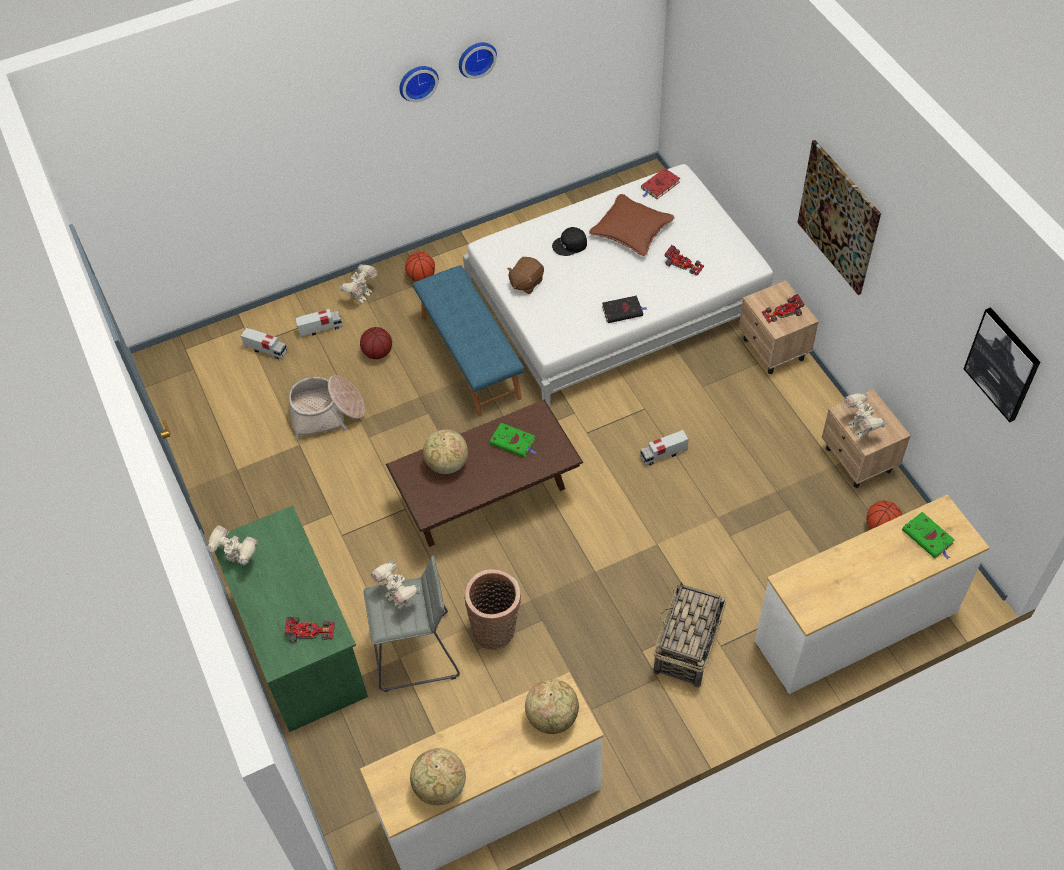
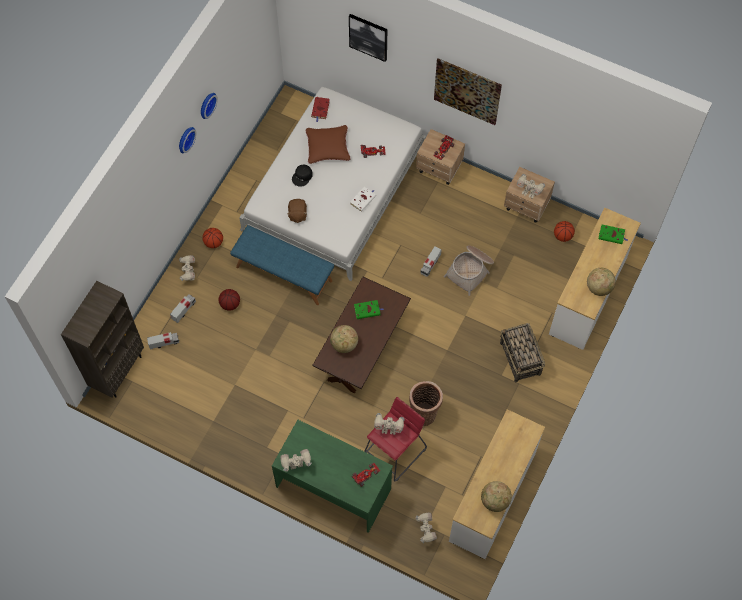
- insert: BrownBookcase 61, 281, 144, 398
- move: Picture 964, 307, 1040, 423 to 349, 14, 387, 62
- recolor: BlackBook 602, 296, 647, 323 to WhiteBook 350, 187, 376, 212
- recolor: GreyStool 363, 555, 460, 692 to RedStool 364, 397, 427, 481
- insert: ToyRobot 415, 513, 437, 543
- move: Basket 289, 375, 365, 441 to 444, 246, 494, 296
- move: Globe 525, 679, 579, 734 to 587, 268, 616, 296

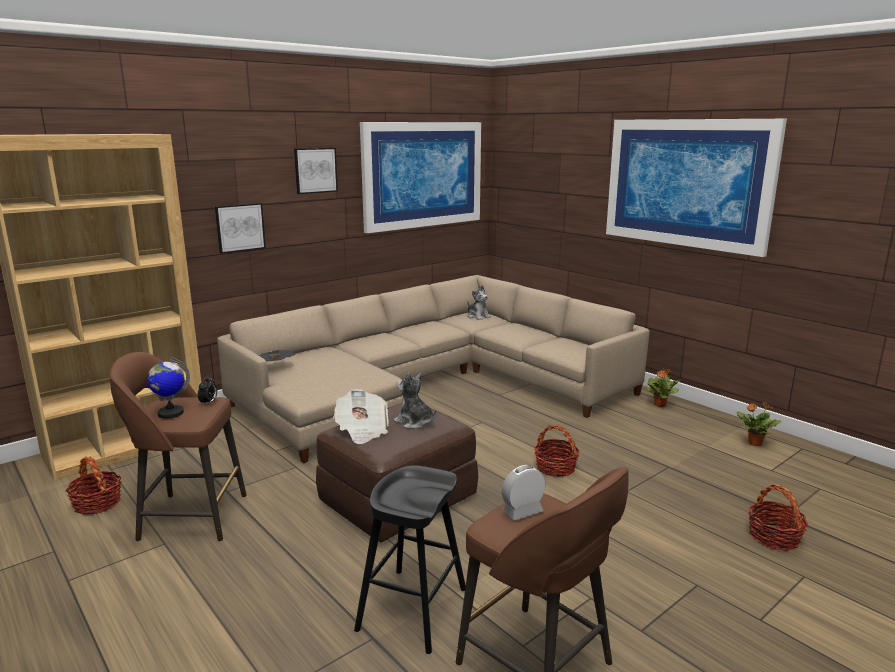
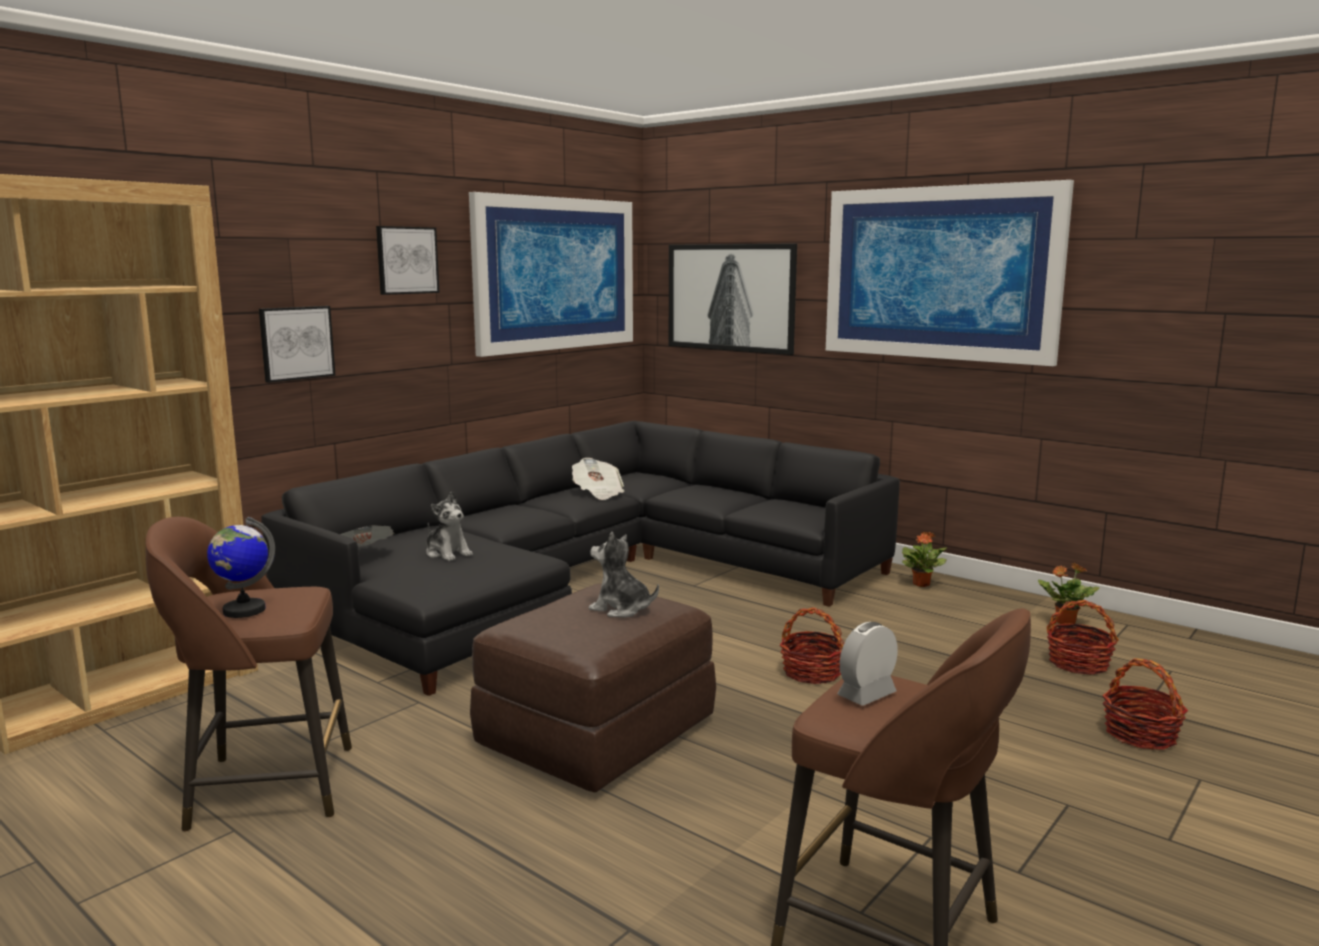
- recolor: BeigeSofa 217, 275, 650, 463 to BlackSofa 261, 421, 900, 696
- move: PlushToy 467, 285, 491, 320 to 426, 491, 473, 561
- move: Newspaper 333, 389, 389, 444 to 572, 458, 624, 500
- insert: Picture 669, 243, 797, 355
- move: Basket 65, 457, 122, 515 to 1046, 600, 1119, 675
- delete: AlarmClock 198, 376, 217, 405
- delete: BlackStool 354, 465, 466, 654

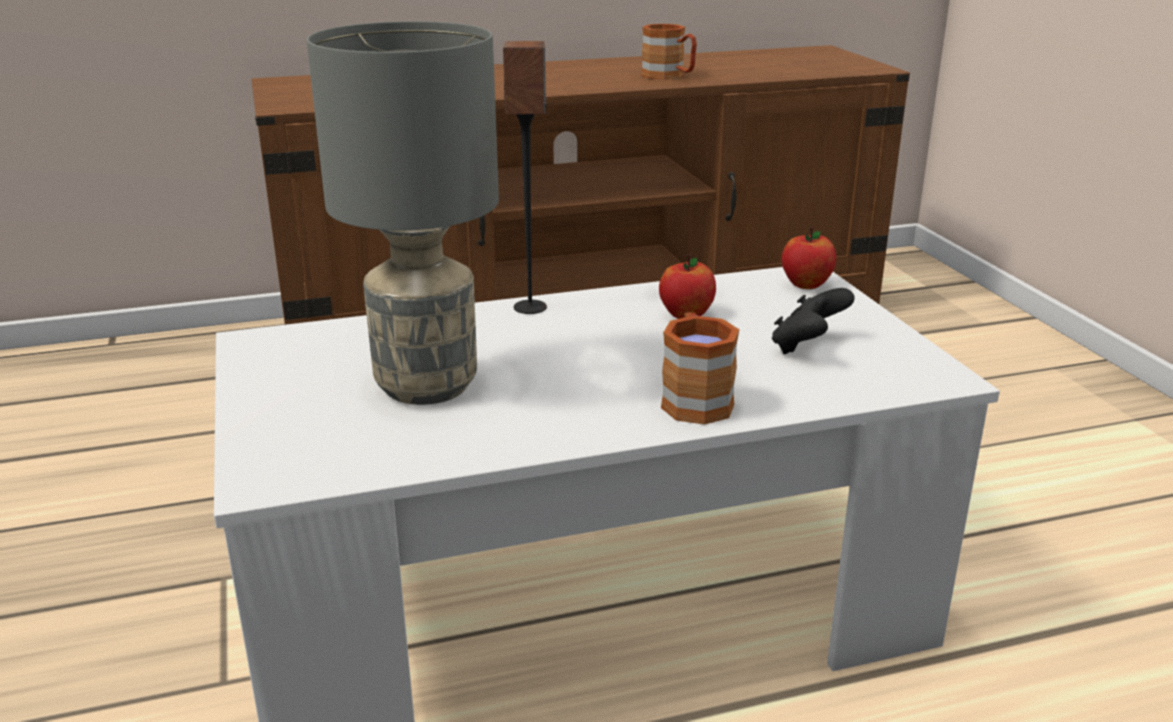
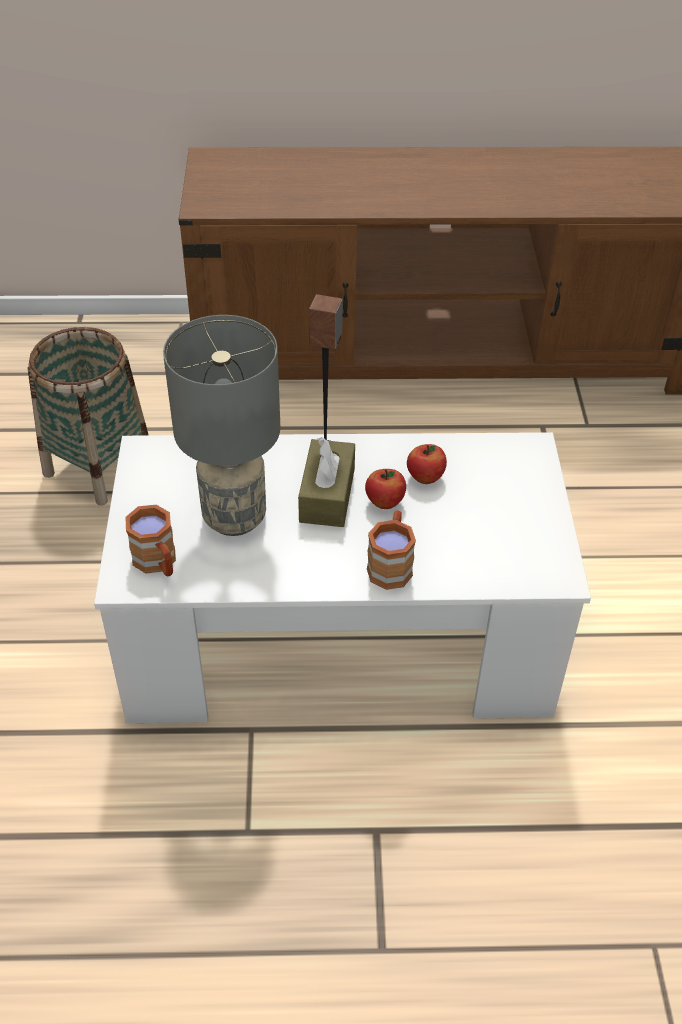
- insert: Basket 28, 327, 149, 506
- move: BrownMug 641, 24, 697, 80 to 126, 505, 176, 577
- insert: BrownTissueBox 298, 437, 355, 527
- move: Apple 782, 227, 836, 289 to 365, 469, 406, 509
- delete: BlackGameController 772, 288, 855, 354

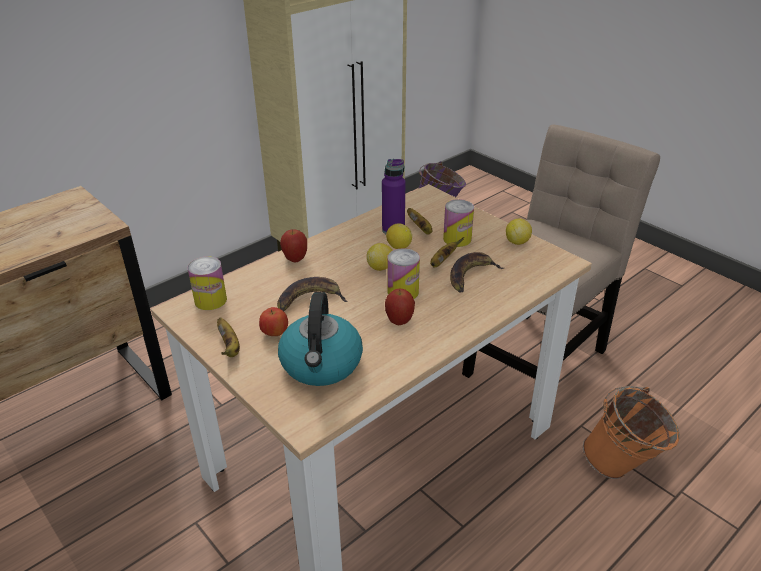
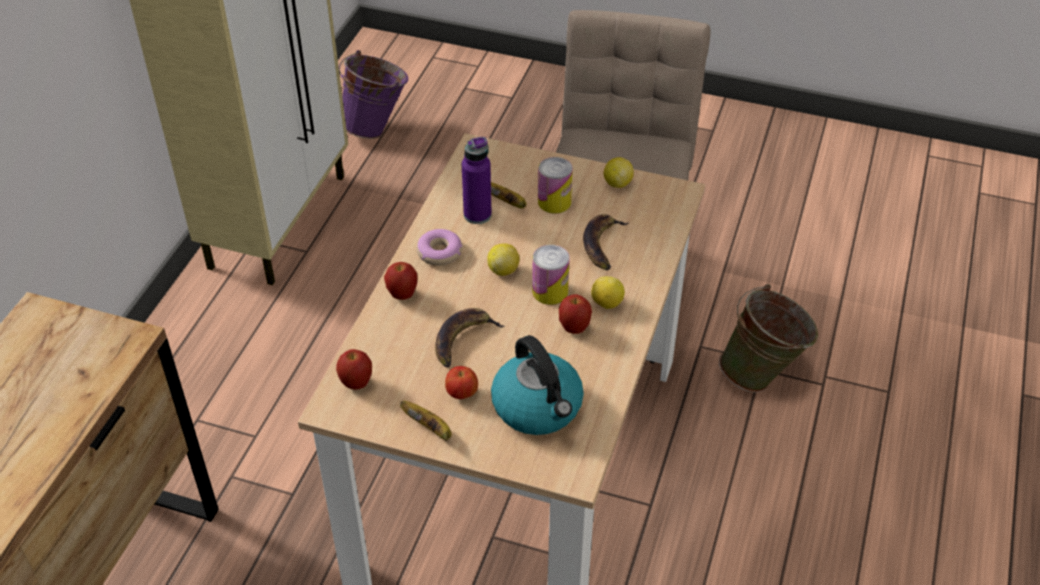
- replace: Can 187, 256, 227, 310 to Apple 336, 349, 372, 390
- insert: Donut 417, 229, 463, 266
- move: Lemon 386, 223, 412, 249 to 591, 276, 625, 309
- recolor: OrangeBucket 583, 386, 679, 479 to GreenBucket 719, 284, 818, 392
- delete: Banana 430, 237, 464, 267

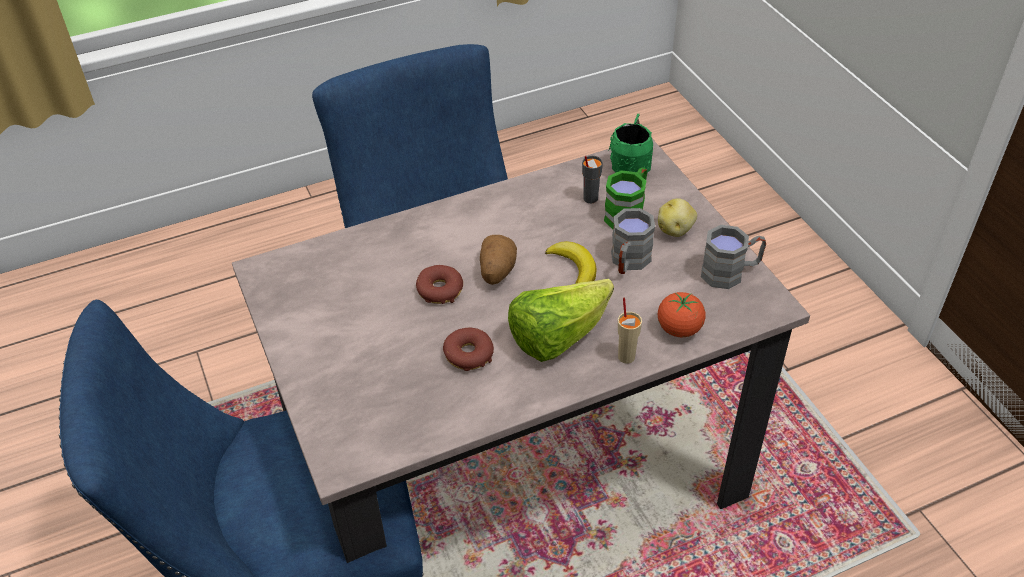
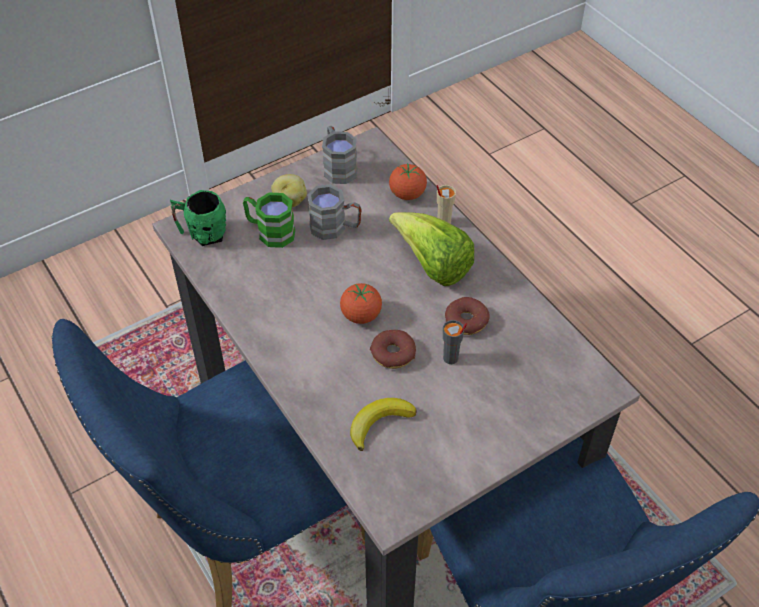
- replace: Potato 480, 235, 517, 285 to Tomato 340, 283, 382, 324
- move: Banana 545, 241, 597, 284 to 350, 398, 416, 451
- move: GreyCup 582, 156, 603, 203 to 443, 320, 467, 364

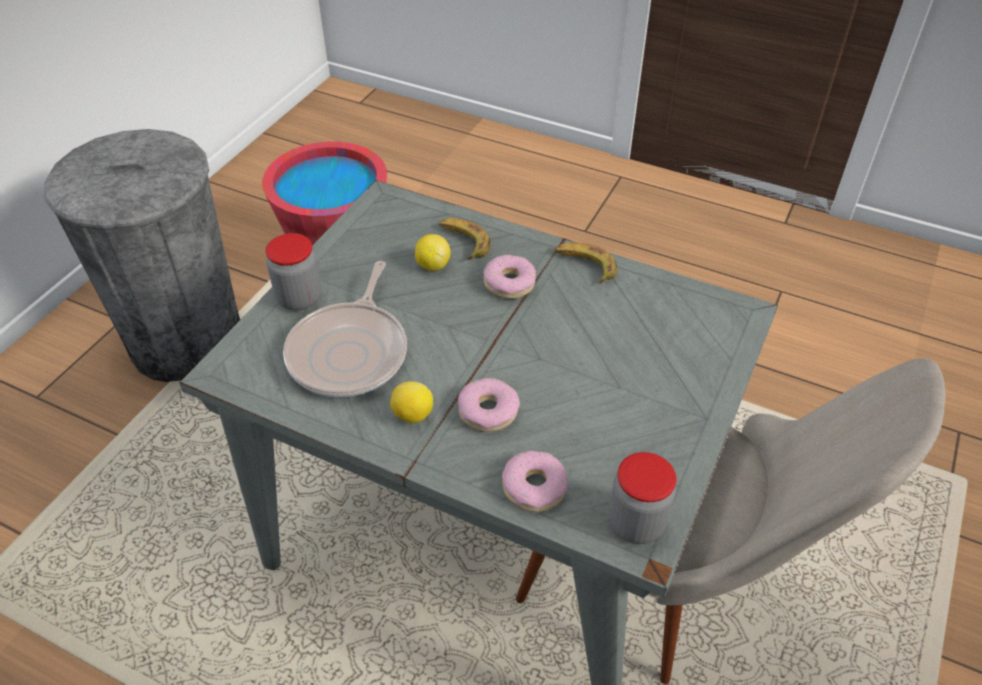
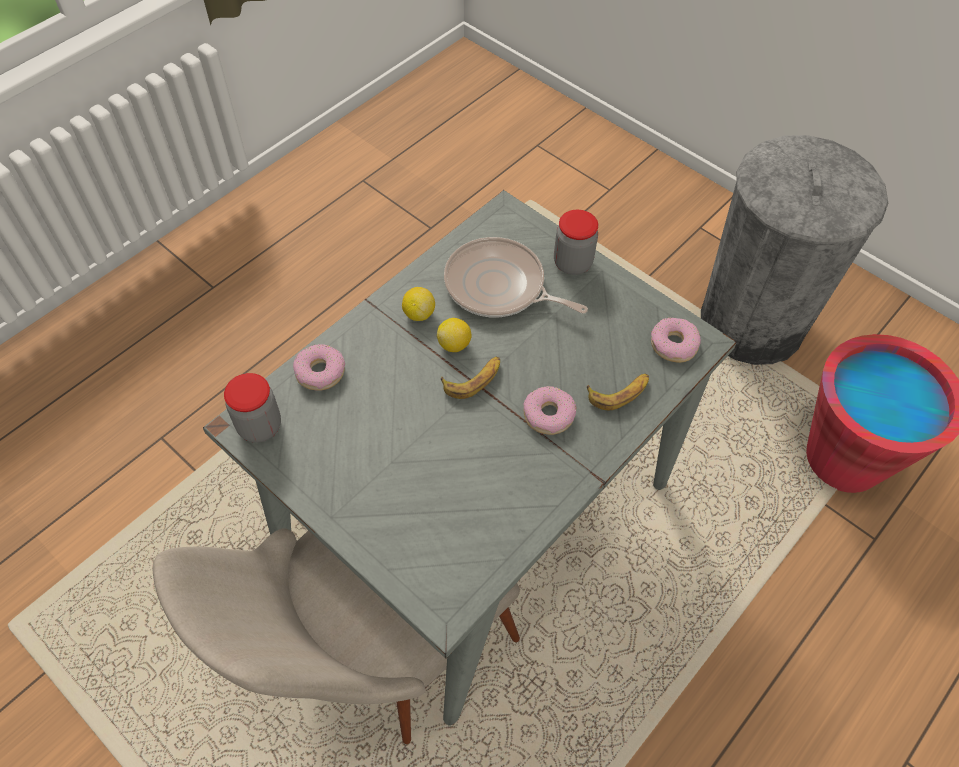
- move: Lemon 415, 234, 451, 271 to 437, 318, 471, 352
- move: Banana 555, 243, 617, 283 to 441, 357, 500, 399
- move: Donut 458, 378, 520, 432 to 651, 317, 701, 363

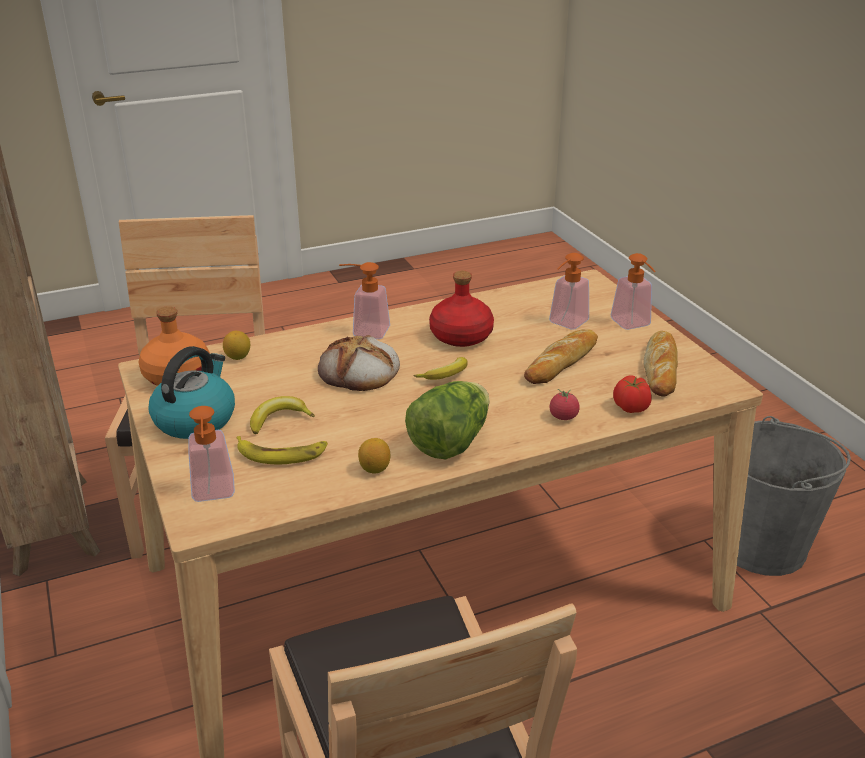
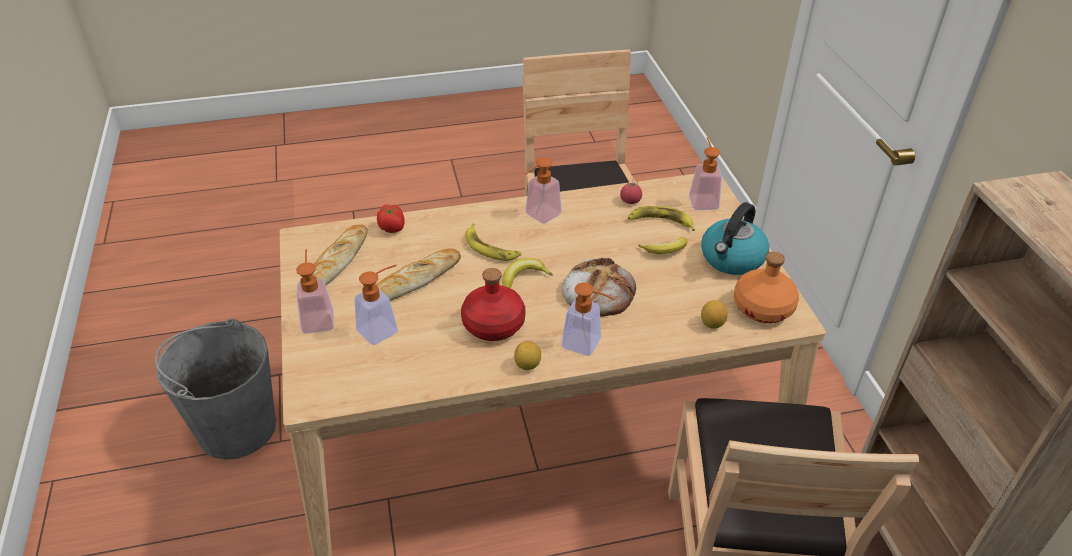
- insert: Banana 465, 223, 521, 261
- move: Lemon 358, 438, 390, 473 to 514, 341, 541, 370
- replace: Lettuce 405, 381, 490, 460 to SoapDispenser 524, 158, 562, 224
- move: Tomato 550, 389, 580, 420 to 620, 179, 642, 204

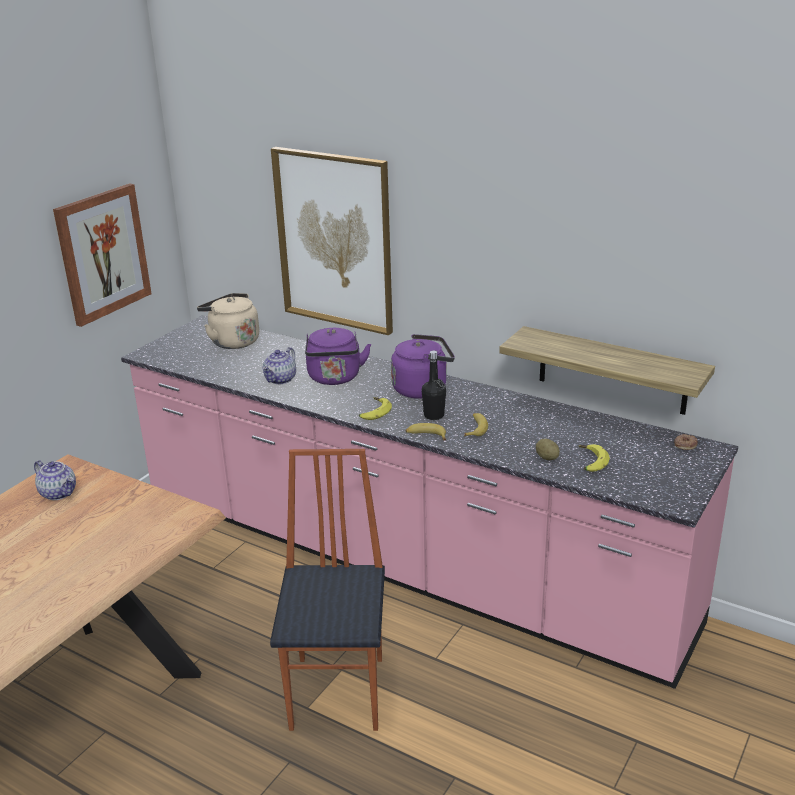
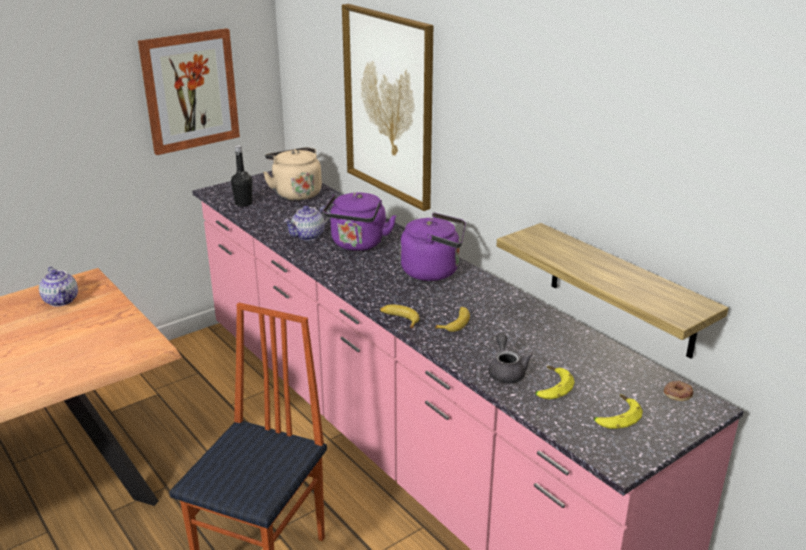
- move: BlackBottle 422, 350, 446, 420 to 231, 145, 252, 207
- replace: Potato 536, 439, 560, 460 to GreyTeapot 488, 333, 533, 383
- move: Banana 359, 397, 392, 420 to 594, 394, 643, 429

